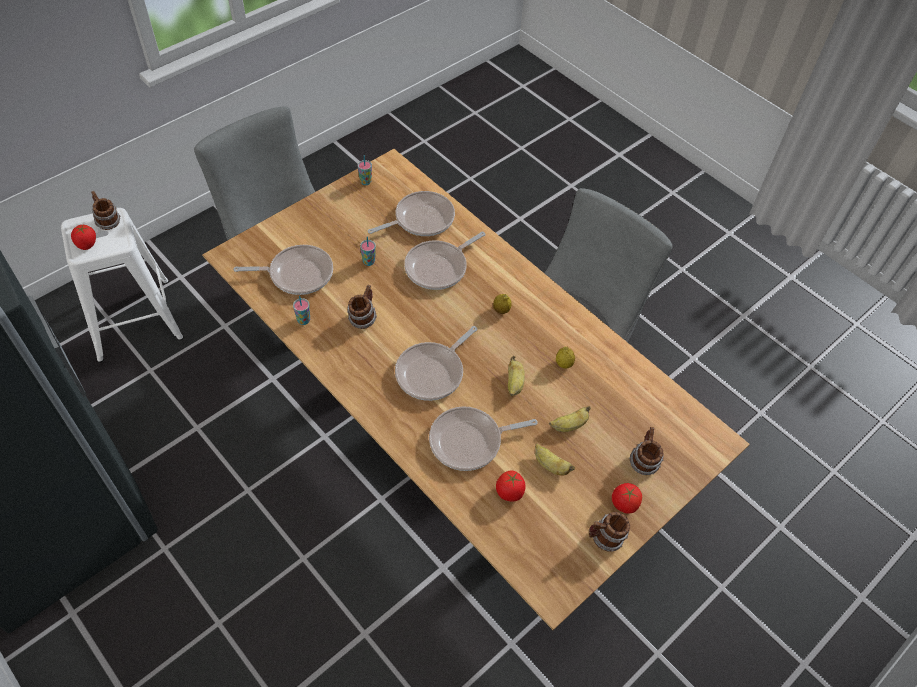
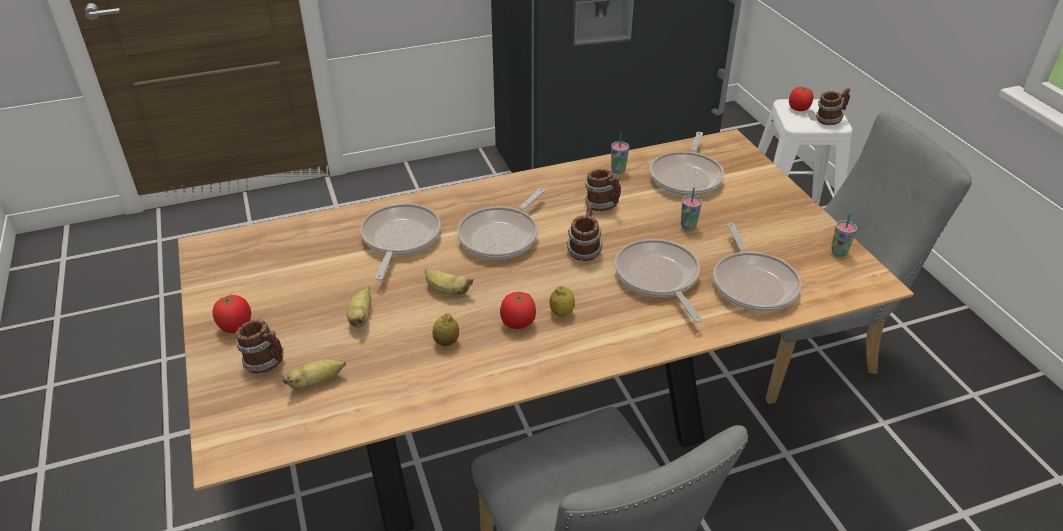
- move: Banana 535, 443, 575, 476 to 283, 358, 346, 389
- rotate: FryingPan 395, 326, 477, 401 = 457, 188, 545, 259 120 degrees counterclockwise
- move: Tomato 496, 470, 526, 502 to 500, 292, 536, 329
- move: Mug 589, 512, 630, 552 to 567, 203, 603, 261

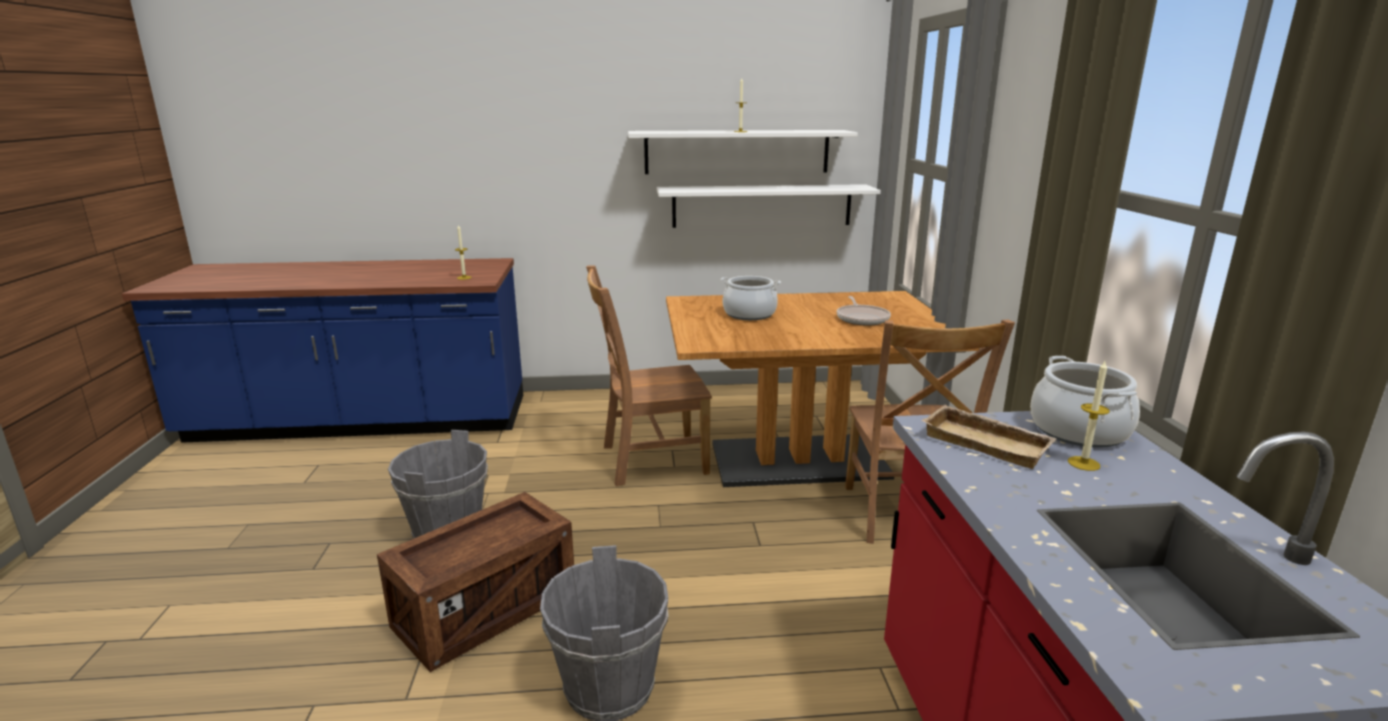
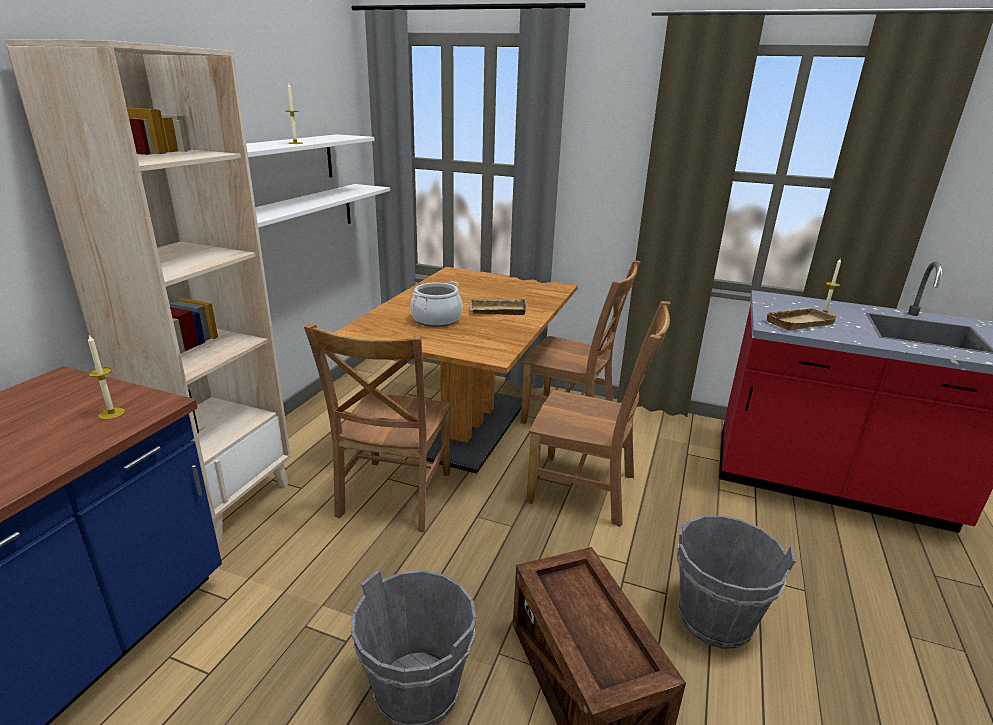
- insert: BeigeBookcase 4, 39, 291, 544
- insert: BeigeTray 470, 298, 528, 315
- insert: BrownChair 526, 301, 671, 527
- delete: FryingPan 837, 296, 891, 326
- delete: CookingPot 1030, 356, 1140, 448

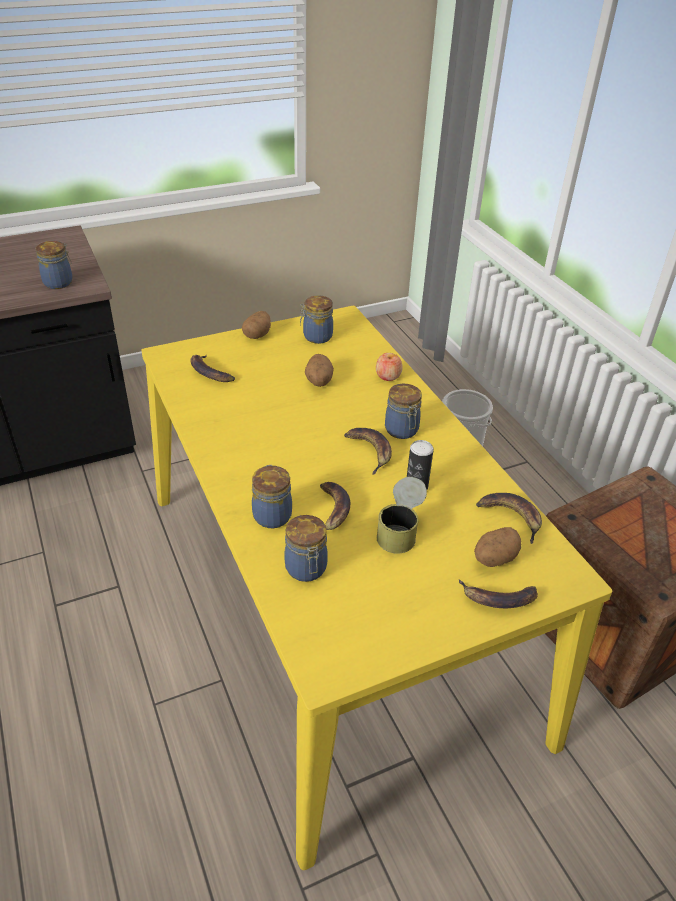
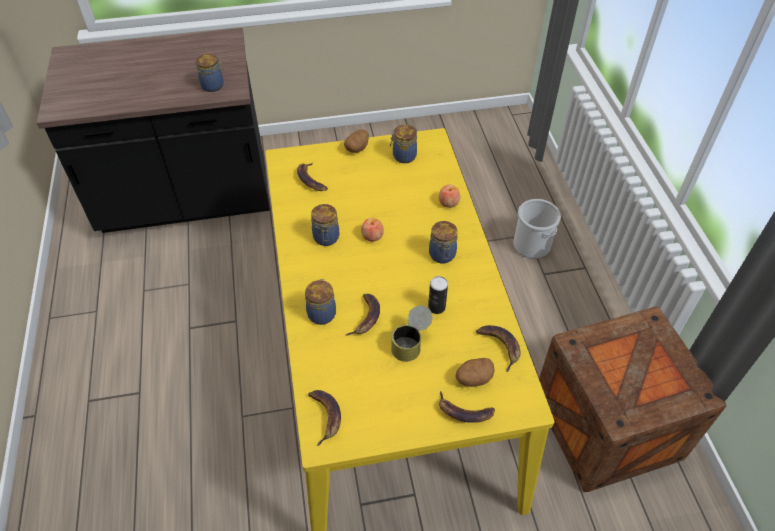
- move: Banana 344, 428, 392, 475 to 308, 390, 341, 446
- move: Jar 284, 515, 328, 582 to 311, 204, 339, 246
- insert: Apple 361, 218, 384, 242
- delete: Potato 305, 354, 334, 387

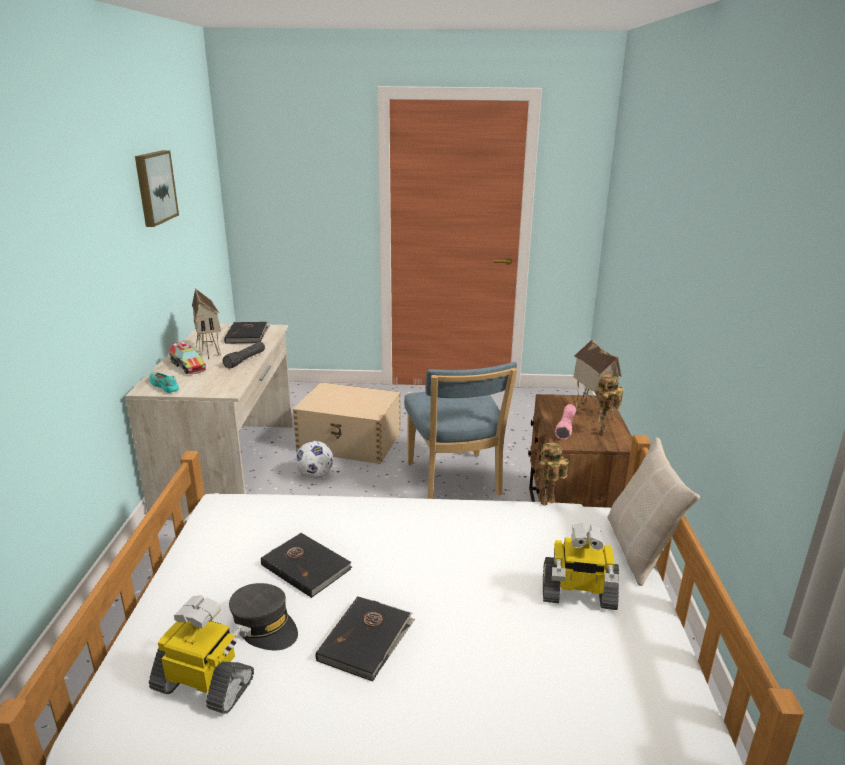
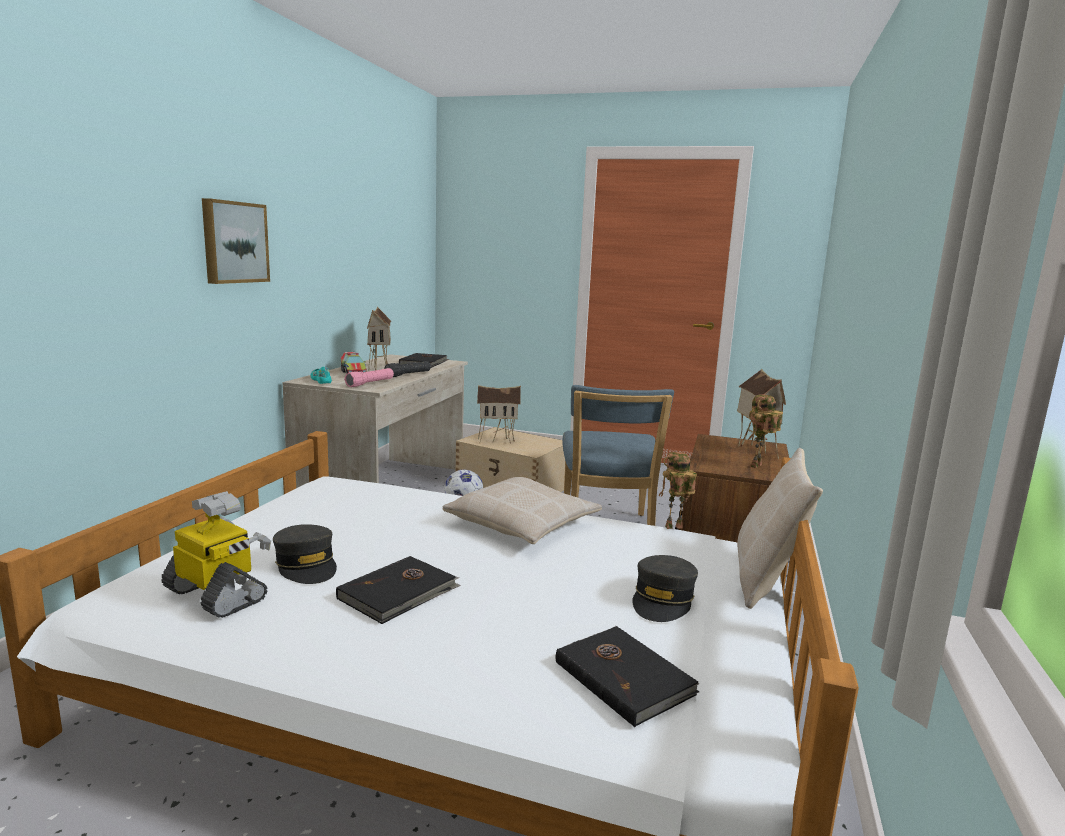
- move: Picture 135, 150, 179, 227 to 202, 198, 270, 284
- move: PinkFlashlight 555, 404, 576, 440 to 344, 368, 394, 387
- insert: BeigePillow 443, 477, 602, 544
- insert: ToyHouse 477, 385, 521, 444
- move: BlackBook 261, 532, 352, 598 to 556, 626, 699, 727
- replace: ToyRobot 543, 523, 619, 610 to GreyCap 632, 555, 698, 622

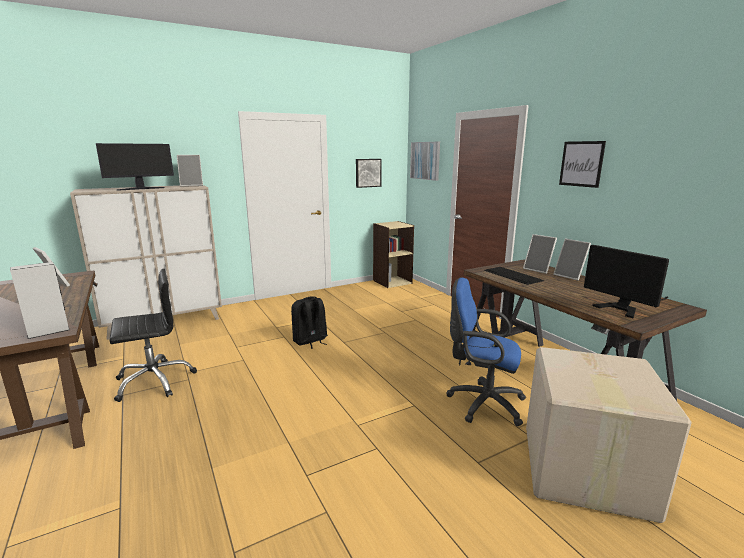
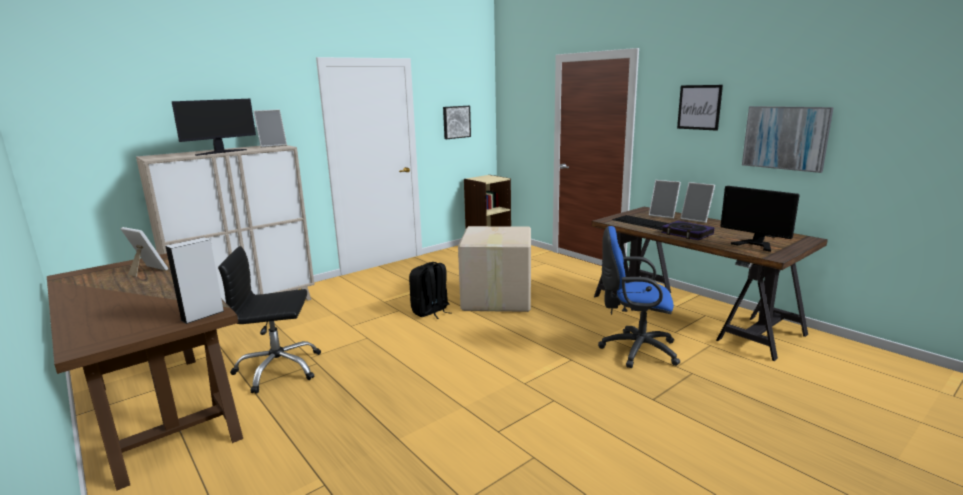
- rotate: BlackOfficeChair 110, 269, 197, 402 = 218, 246, 321, 394 150 degrees counterclockwise
- move: CardboardBox 526, 347, 692, 523 to 458, 226, 531, 312
- insert: Book 661, 221, 714, 240
- move: Picture 410, 142, 440, 181 to 742, 106, 834, 173

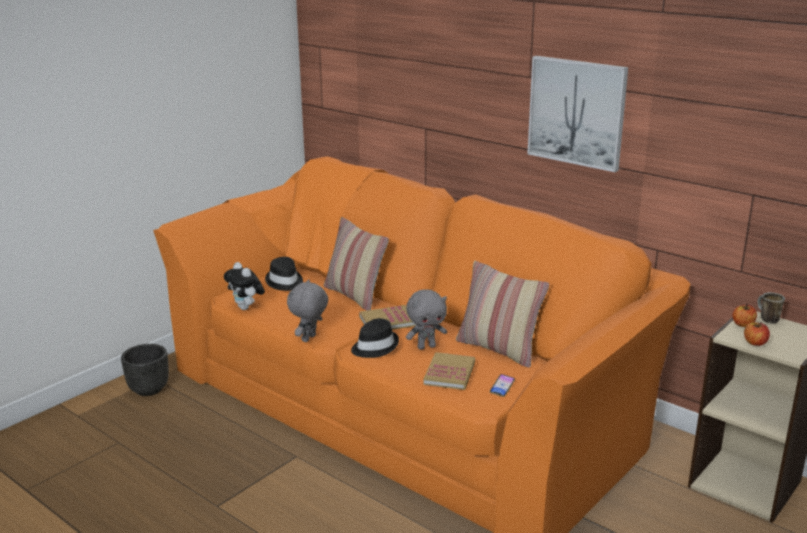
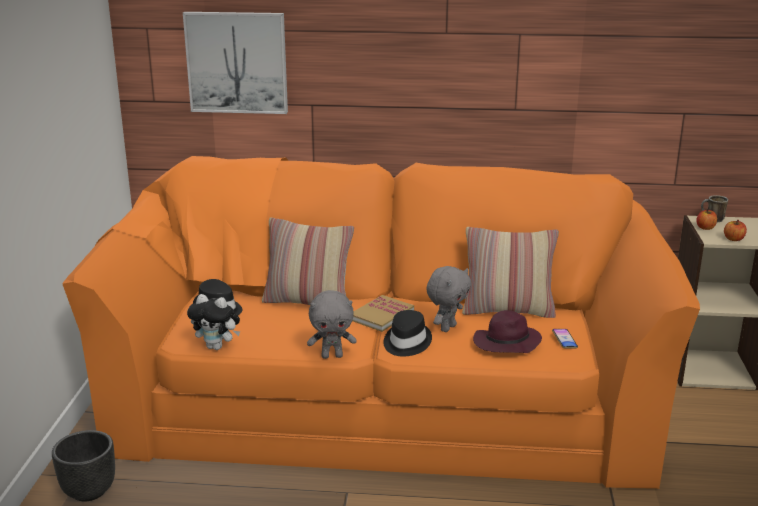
- move: Picture 527, 56, 628, 172 to 183, 12, 288, 114
- rotate: GreyPlushToy 287, 279, 328, 342 = 307, 290, 357, 359 90 degrees counterclockwise
- replace: Book 424, 352, 475, 390 to PurpleHat 473, 310, 542, 353

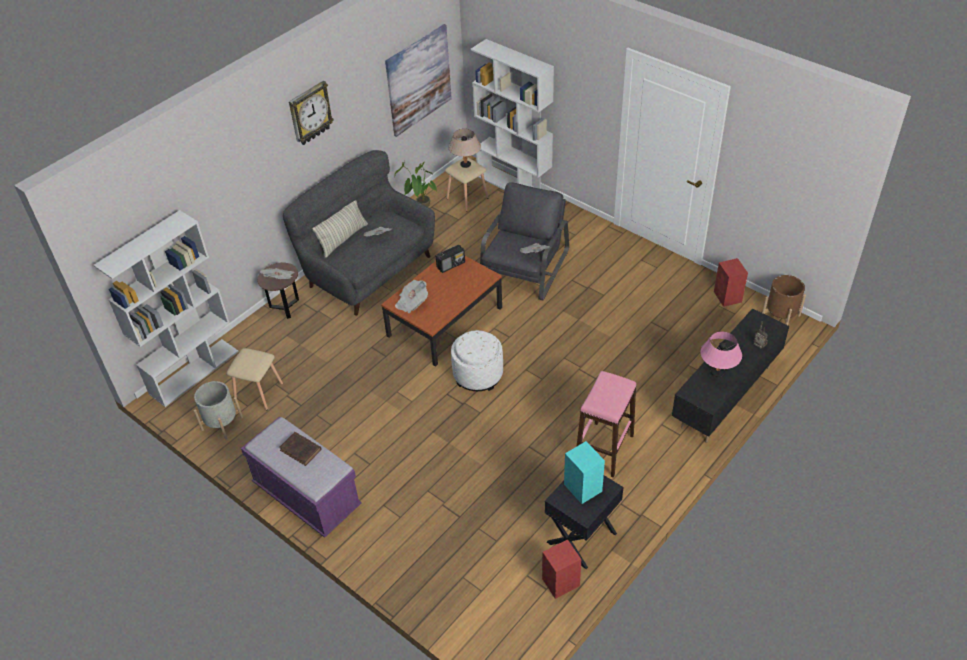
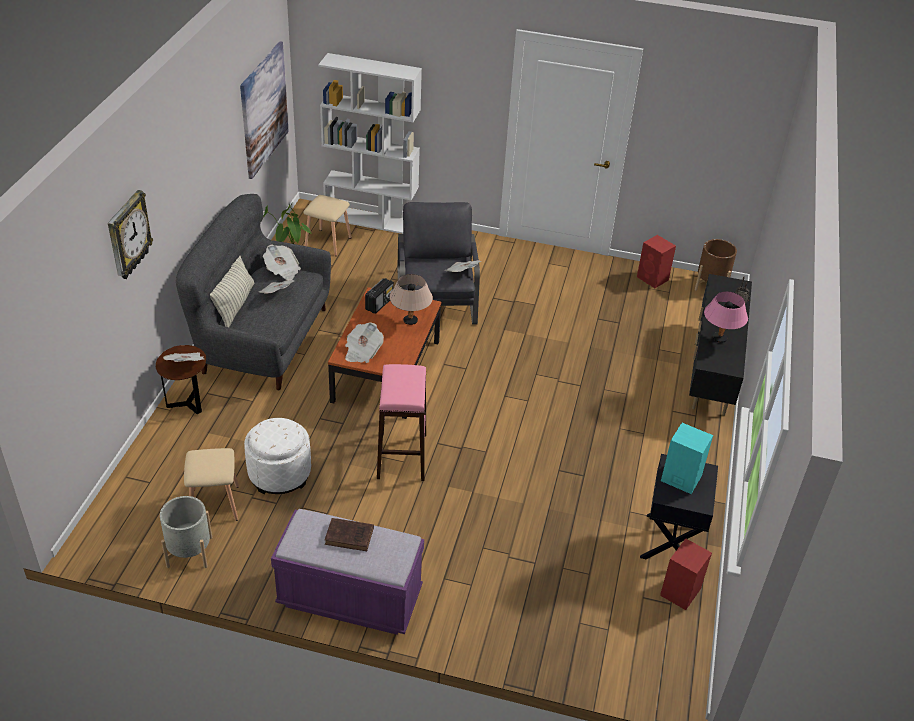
- move: WallClock 289, 81, 334, 145 to 108, 190, 153, 279
- move: WhiteOttoman 451, 330, 503, 391 to 244, 418, 311, 494
- insert: Newspaper 263, 245, 301, 281
- move: PinkStool 576, 371, 636, 478 to 377, 364, 426, 481
- move: BeigeTableLamp 448, 129, 481, 168 to 390, 274, 433, 325
- delete: WhiteBookcase 94, 210, 239, 407

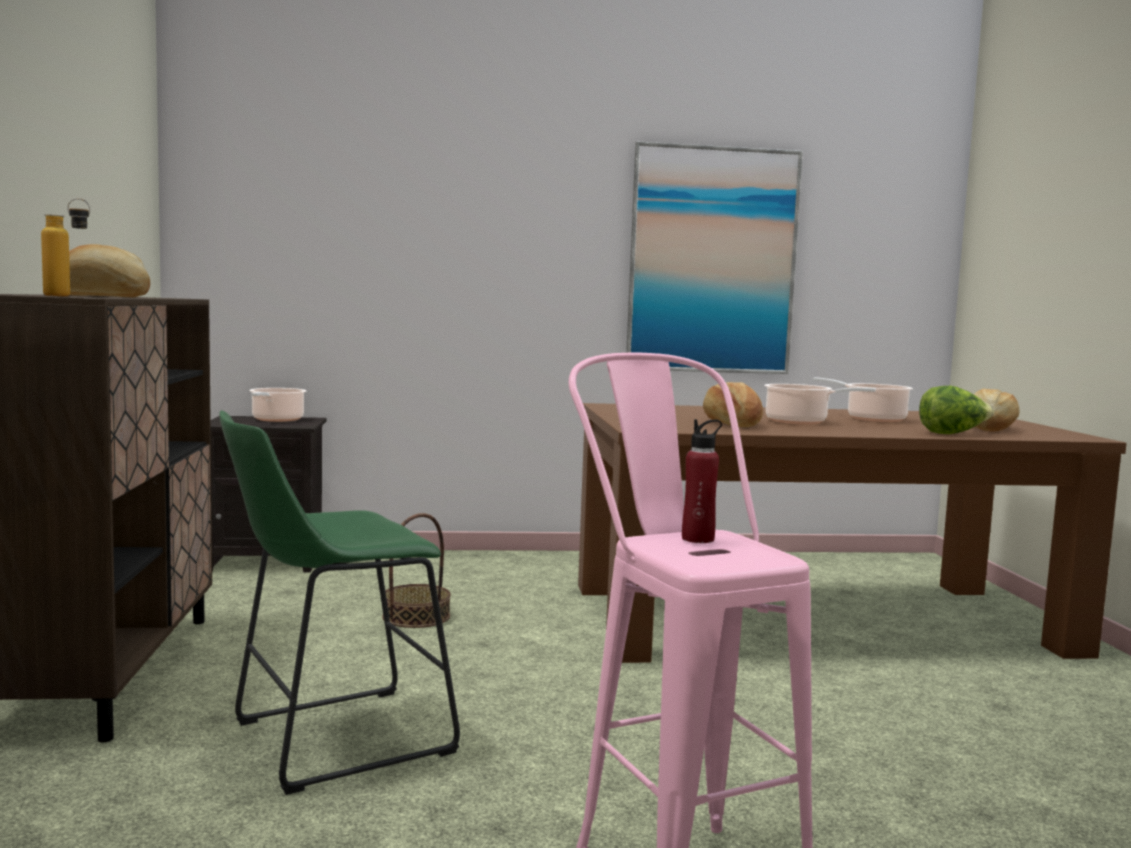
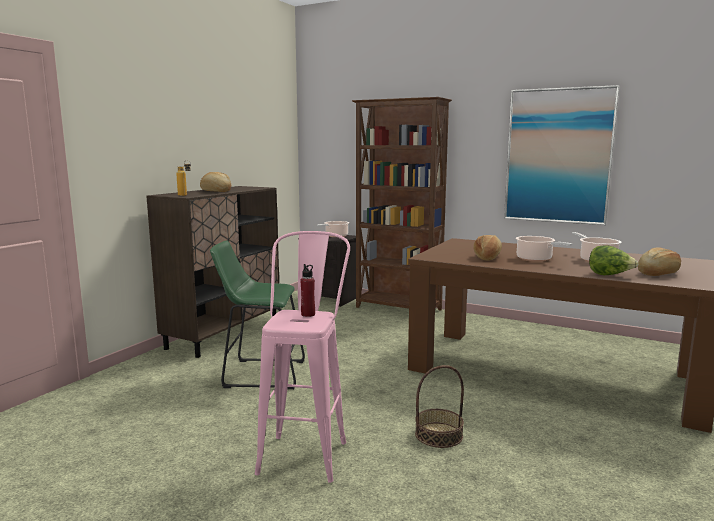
- insert: BrownBookcase 352, 97, 452, 311
- move: Basket 382, 513, 451, 628 to 415, 365, 464, 448

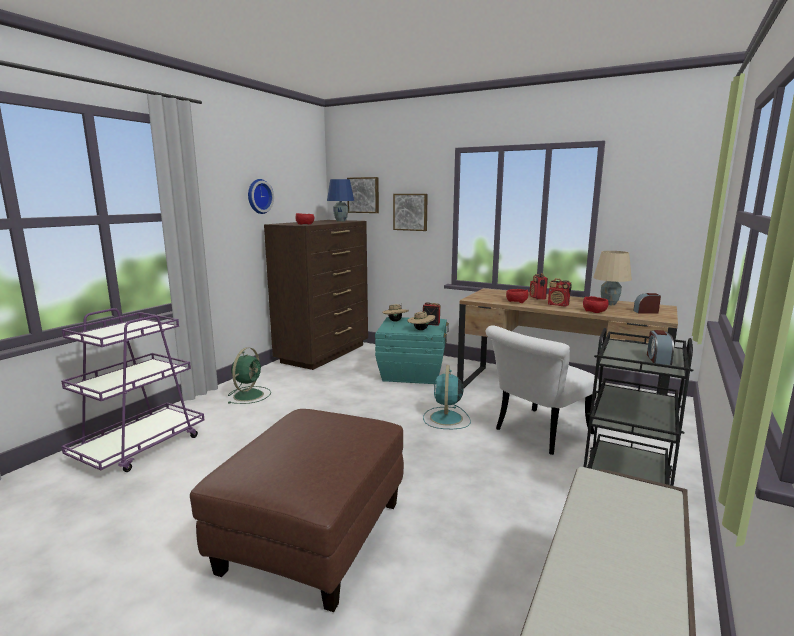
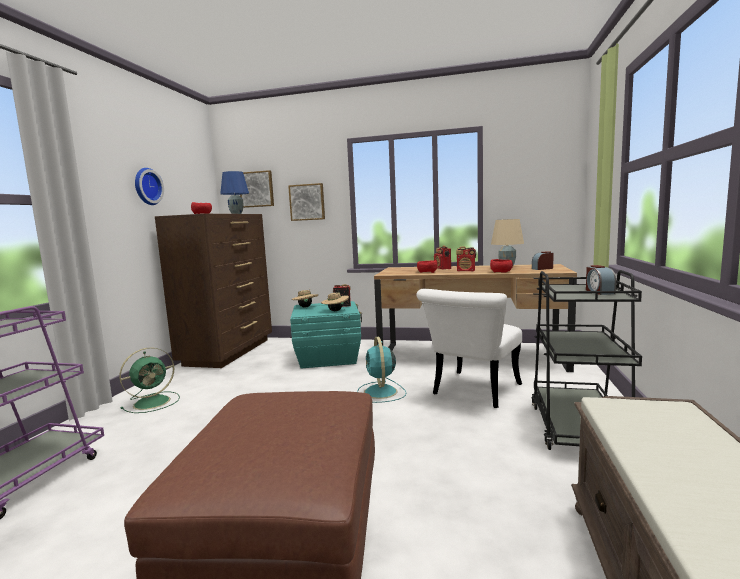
- rotate: GreenFan 228, 347, 271, 404 = 119, 347, 180, 413 45 degrees clockwise

